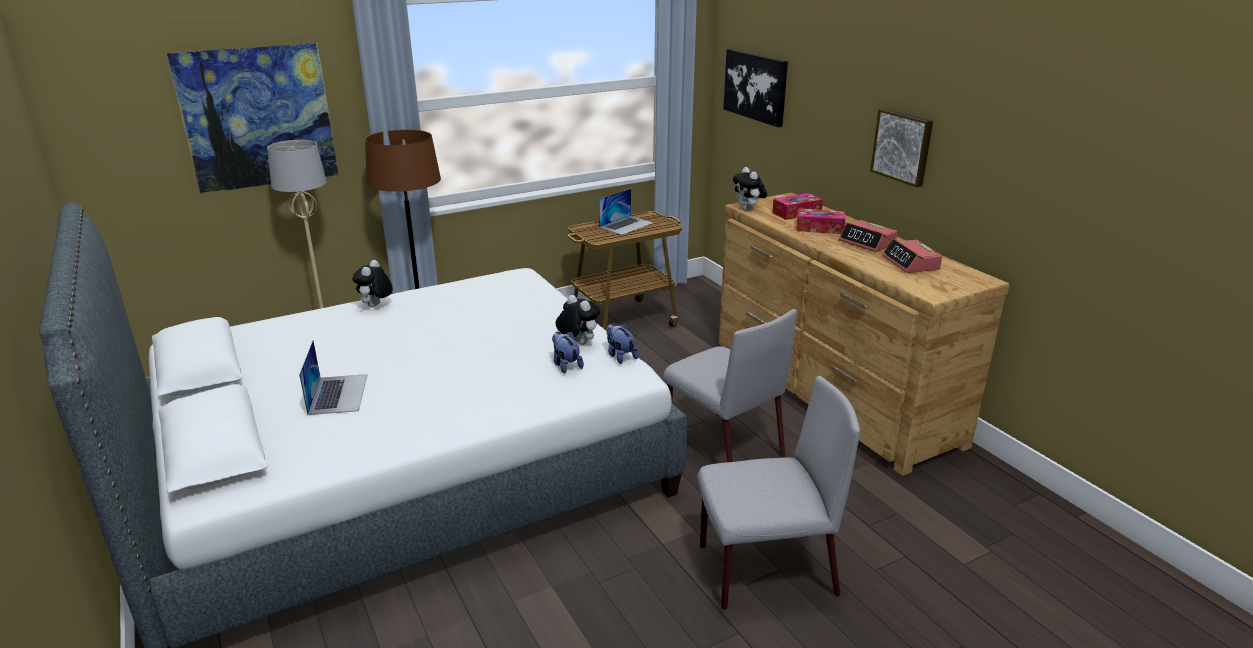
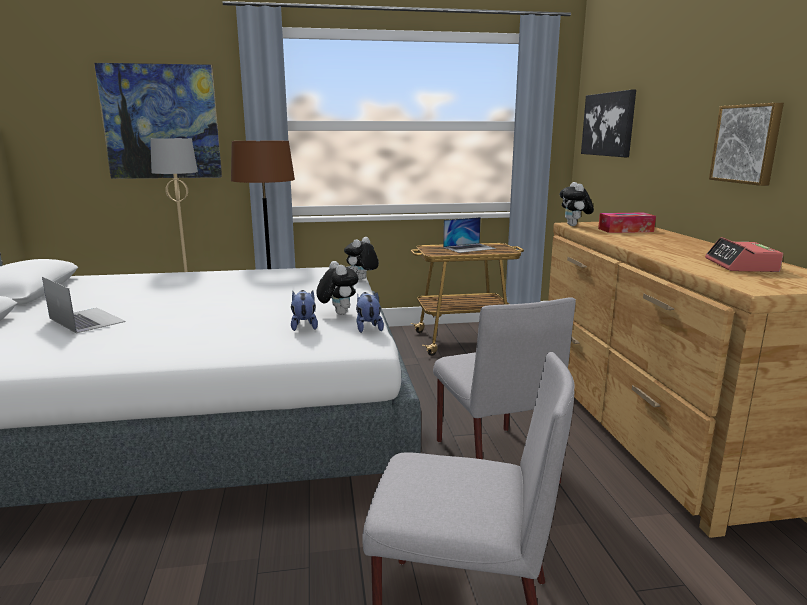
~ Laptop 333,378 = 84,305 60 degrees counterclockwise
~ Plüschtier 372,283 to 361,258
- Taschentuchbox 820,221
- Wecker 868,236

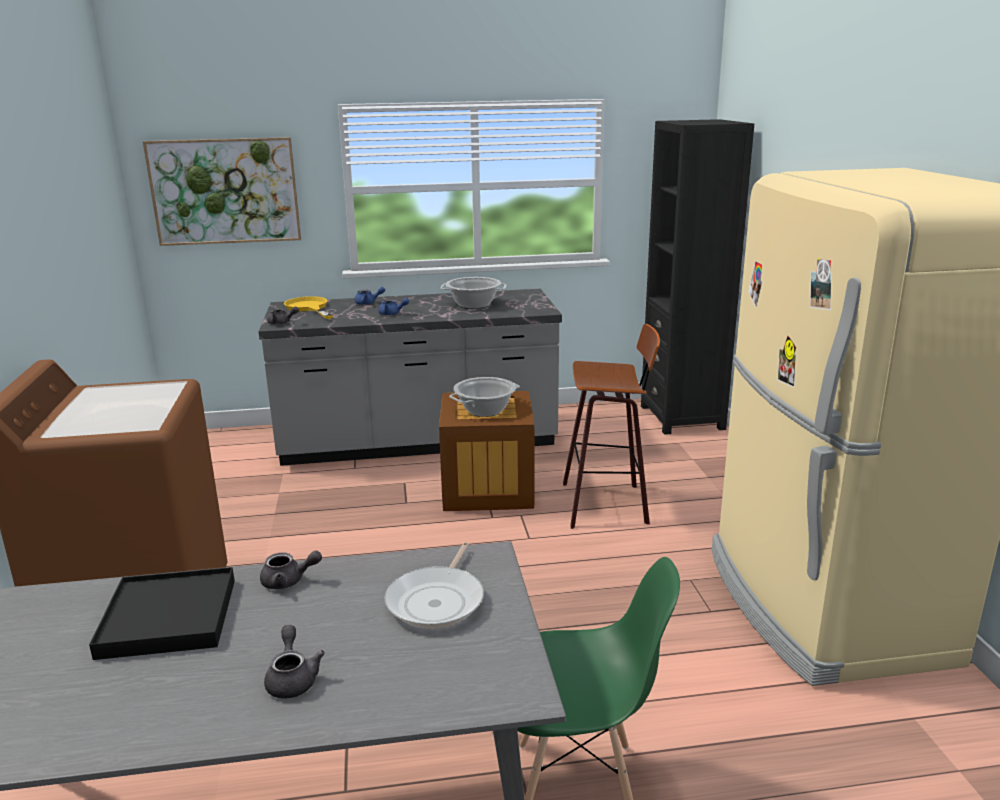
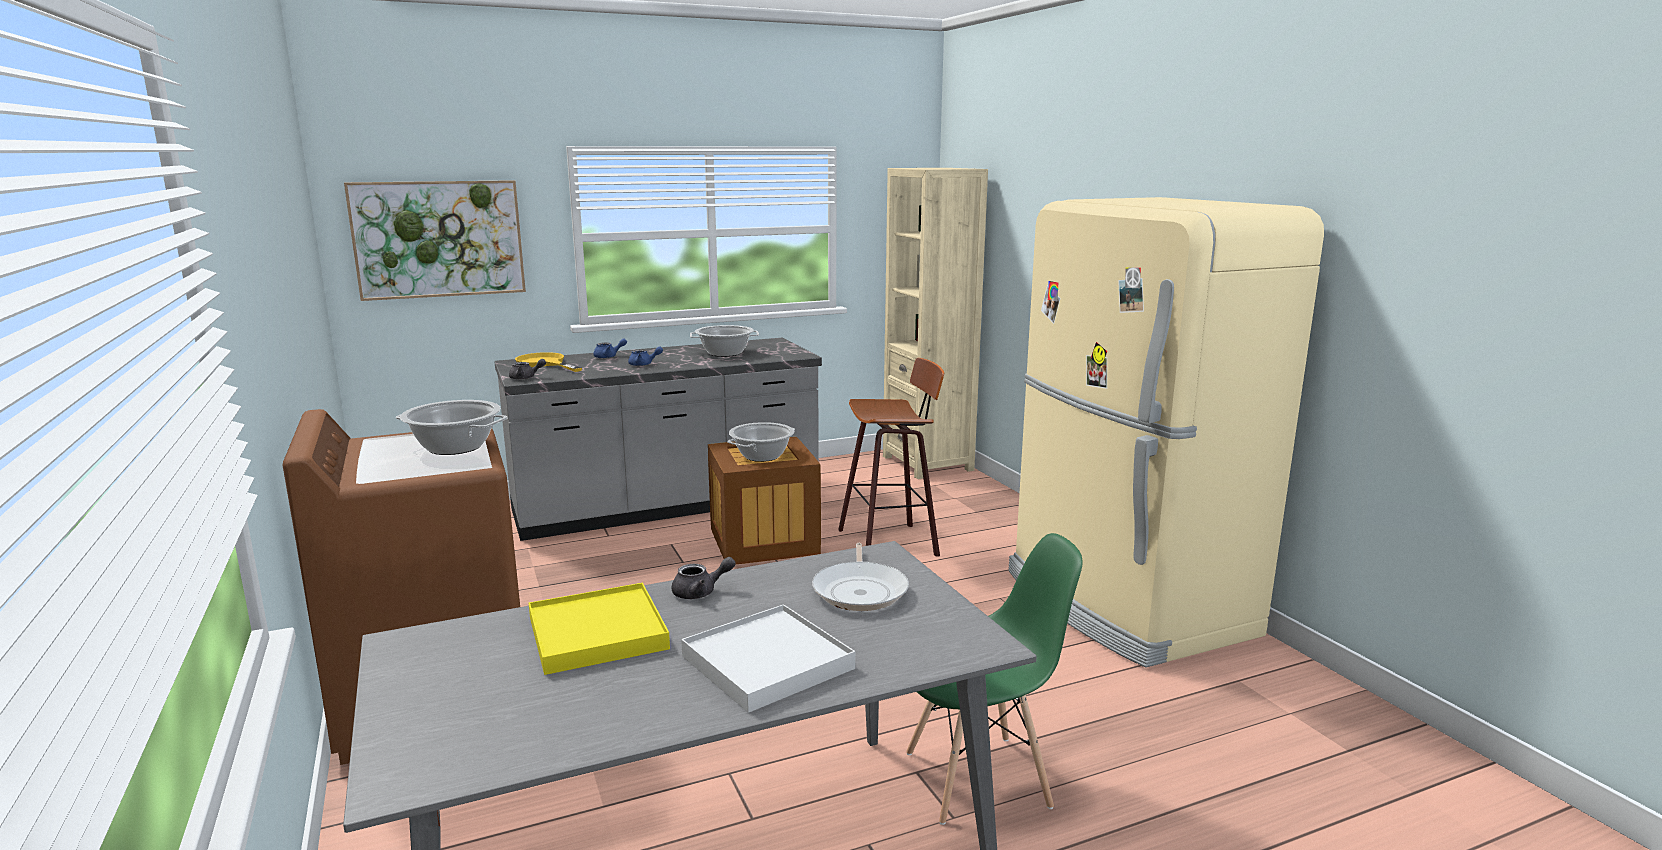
~ Tablett/schwarz 162,613 to Tablett/gelb 599,629
~ Teekanne/grau 294,662 to Tablett/weiß 768,658
~ Bücherregal/schwarz 697,277 to Bücherregal/beige 935,323
+ Kochtopf 452,427

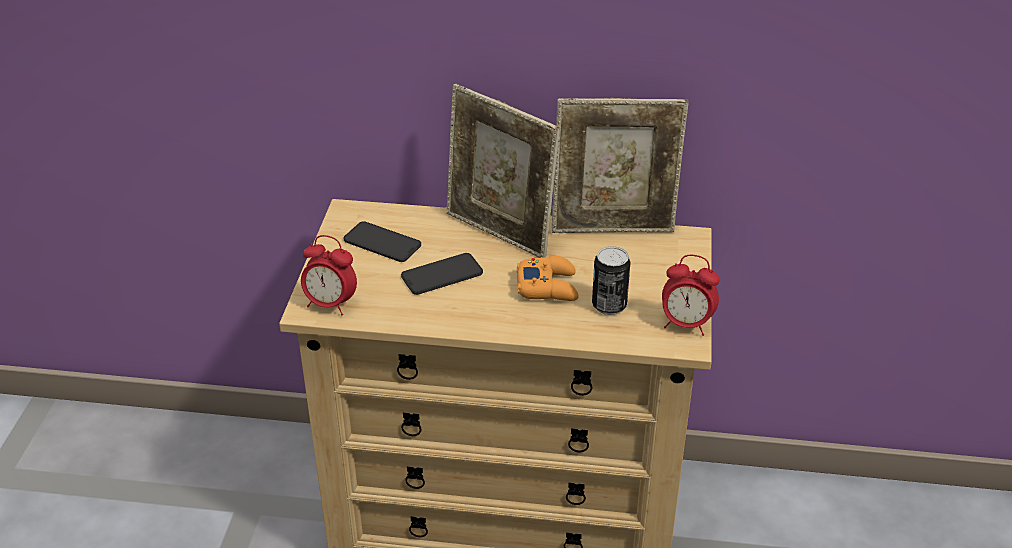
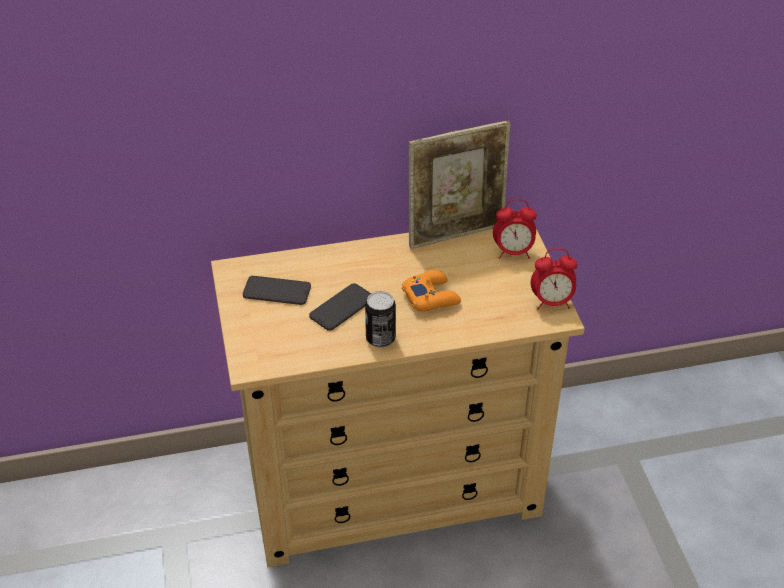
~ Wecker 329,275 to 515,229
- Bilderrahmen 503,171
~ Dose 611,280 to 380,319

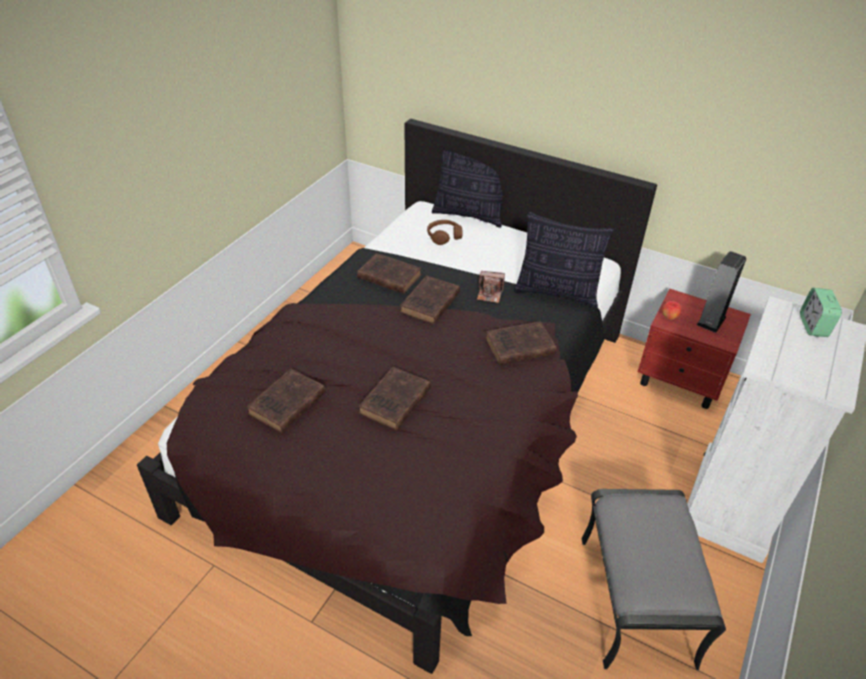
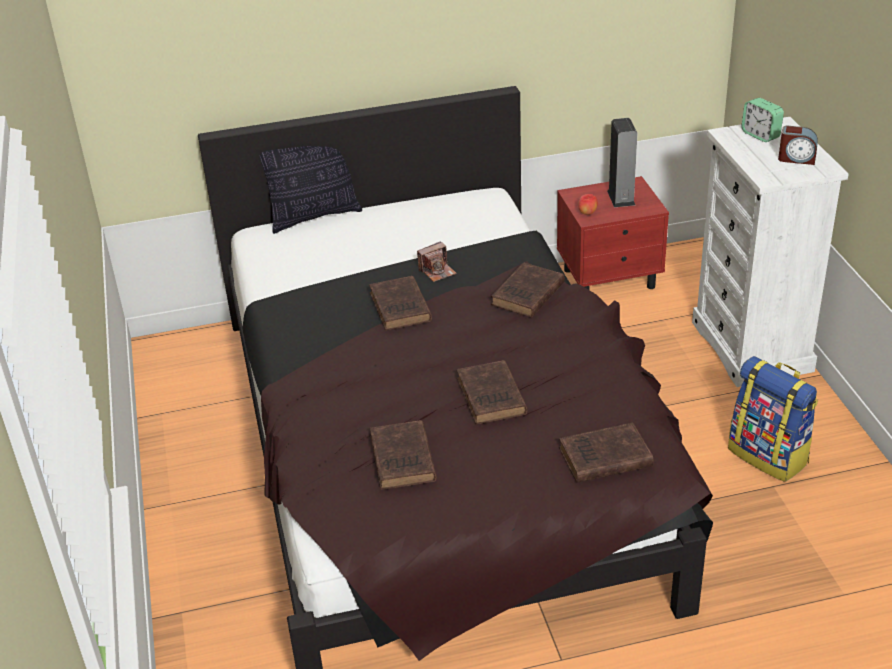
~ Buch/braun 389,273 to 606,453
- Kopfhörer/braun 444,232
- Kissen 564,260
~ Polsterhocker/grau 653,579 to Rucksack 773,419
+ Wecker 798,145

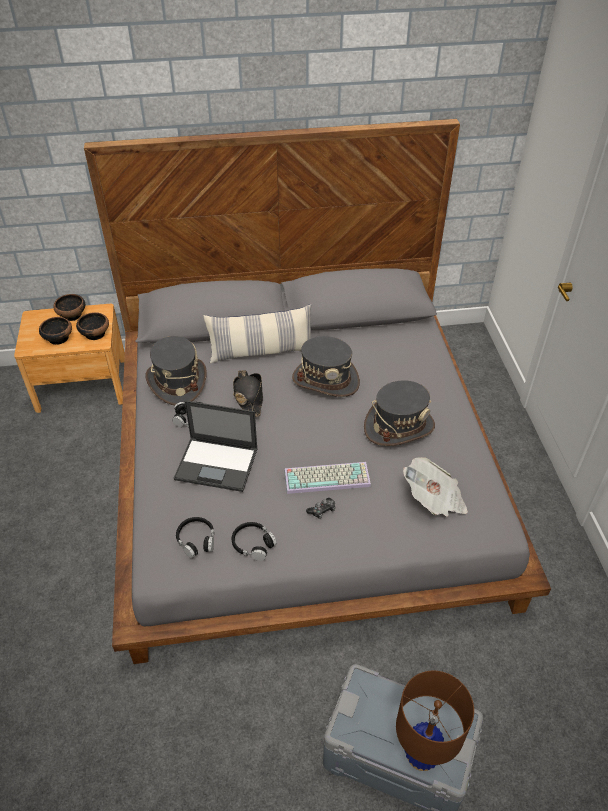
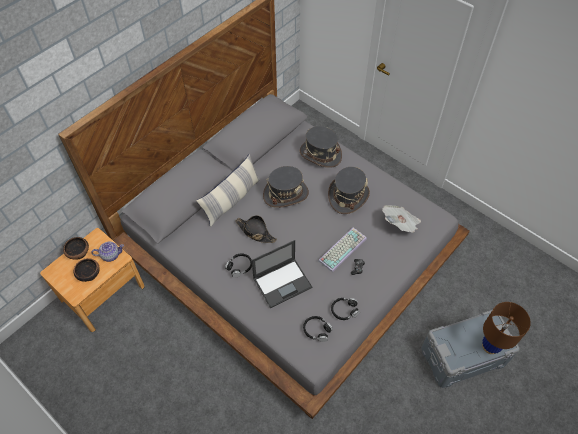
~ Schüssel 92,326 to Teekanne 108,252
~ Hut/grau 176,370 to 321,147

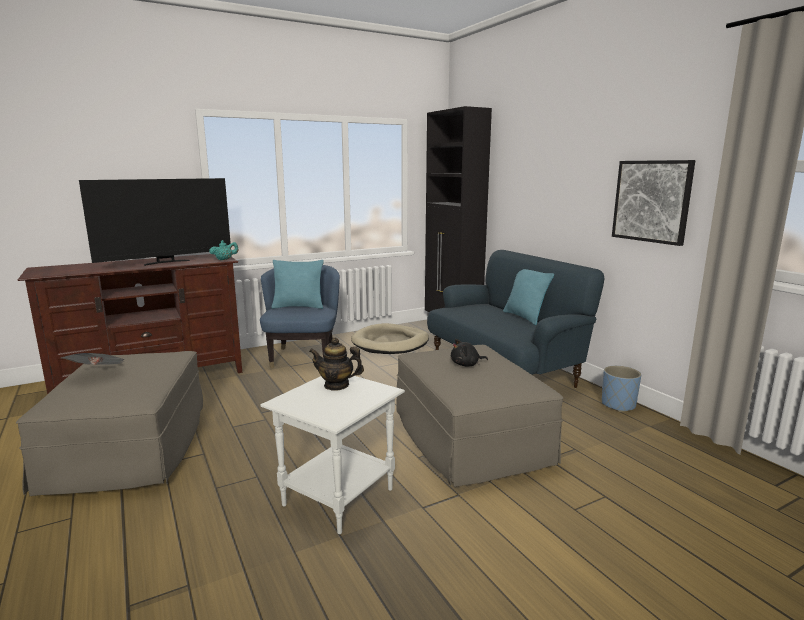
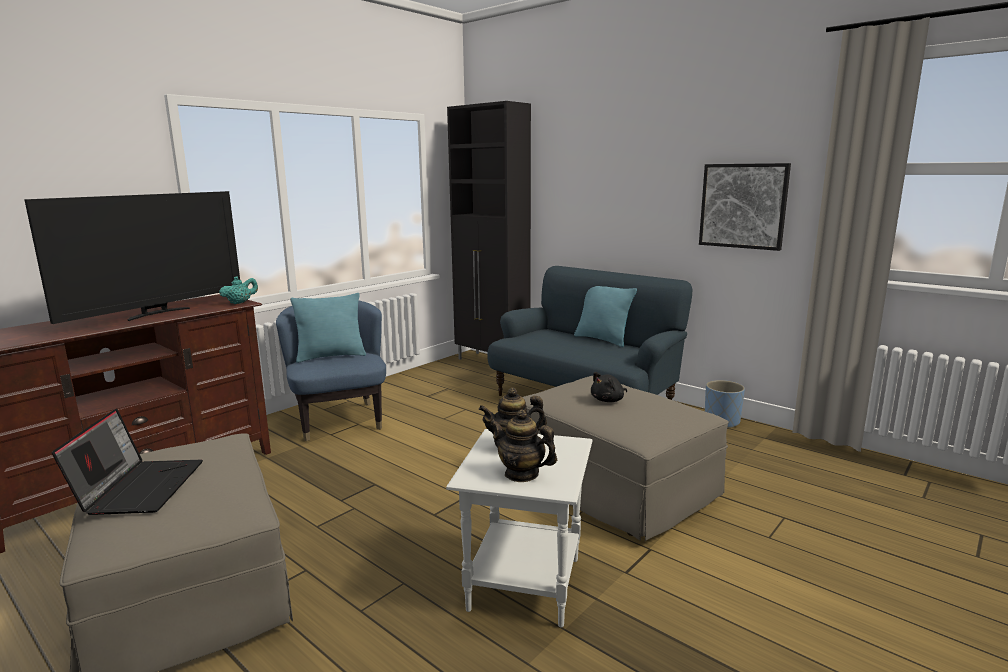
~ Zeitung 92,359 to Laptop 127,461
- Hundebett/beige 390,338
+ Teekanne 523,445

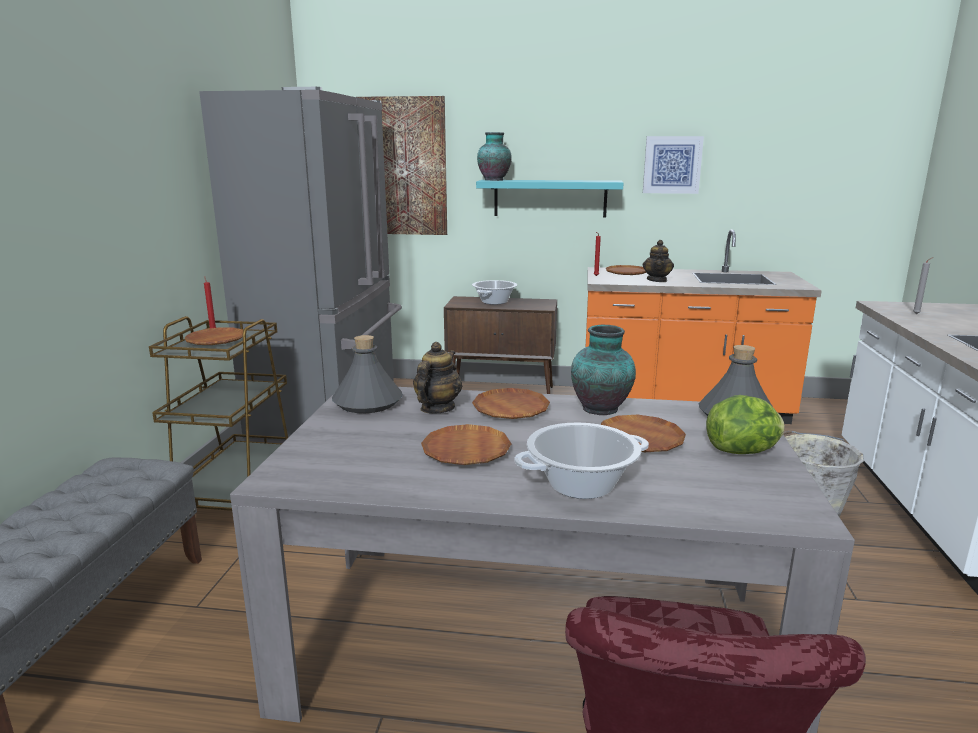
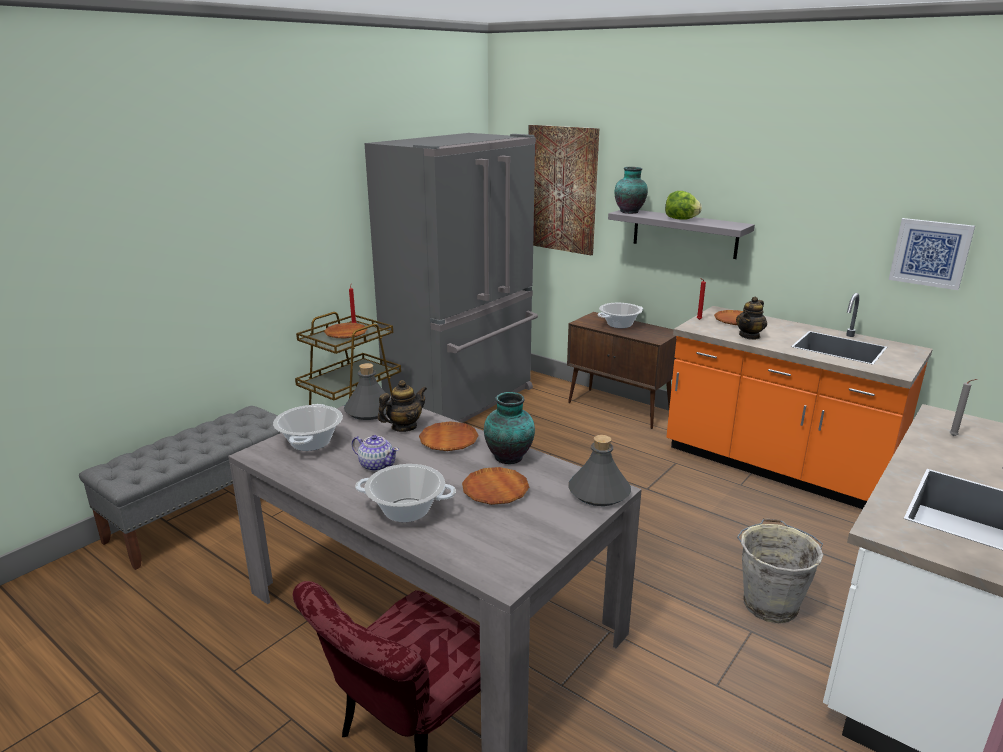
~ Teller/braun 466,444 to Teekanne 375,453
~ Wandregal/türkis 550,198 to Wandregal/grau 681,234
~ Bild 673,165 to 932,254
~ Salatkopf 745,424 to 683,205
+ Kochtopf 308,427

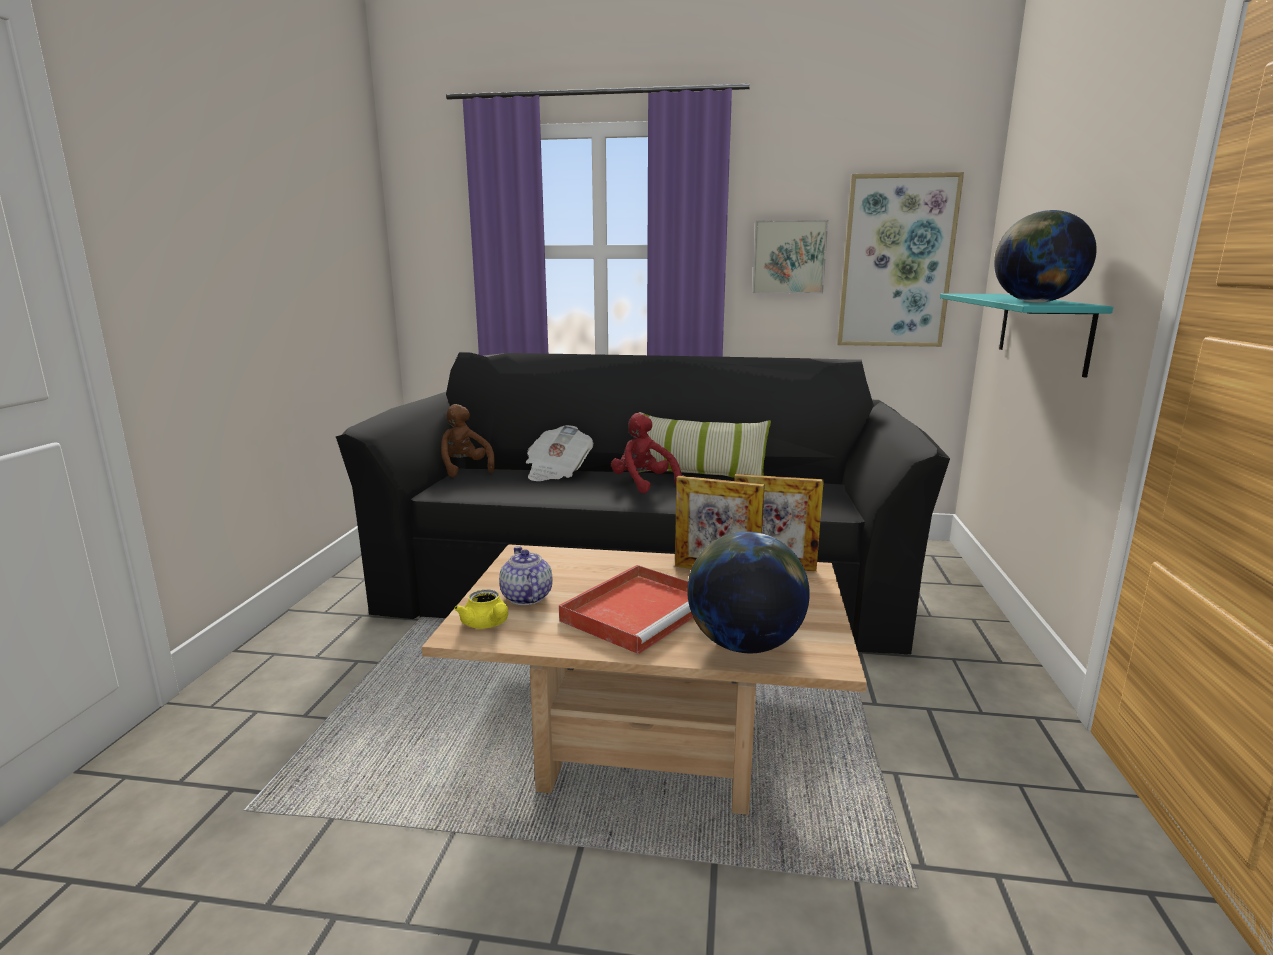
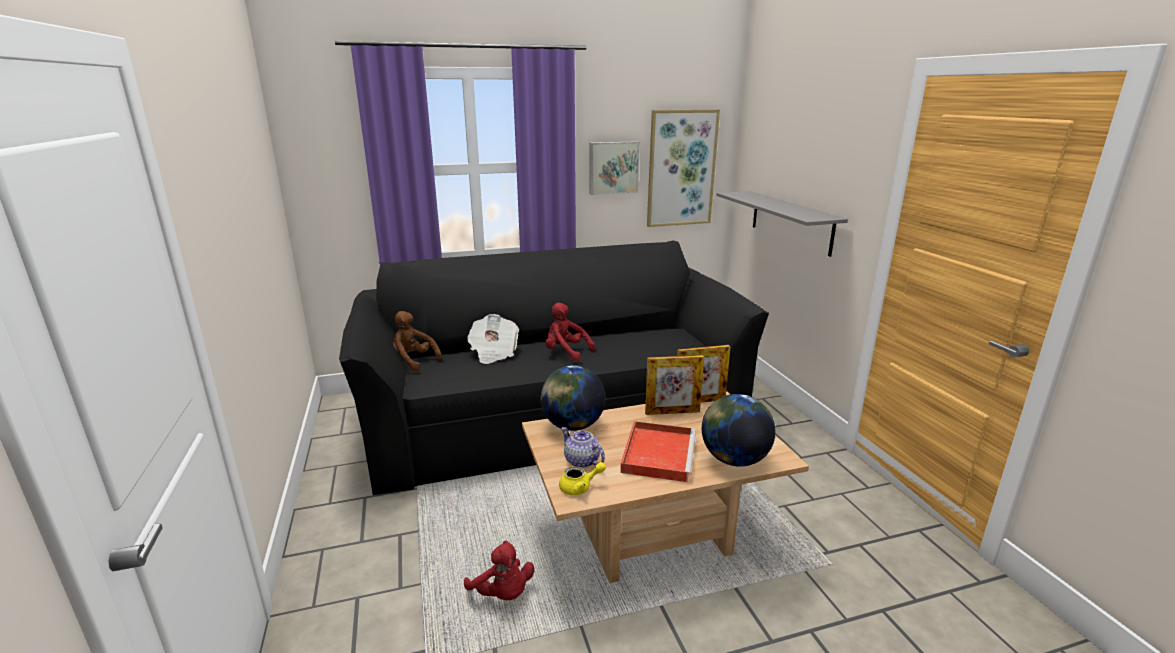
~ Teekanne/gelb 481,609 = 582,478 45 degrees counterclockwise
- Kissen 704,445
~ Wandregal/türkis 1026,336 to Wandregal/grau 782,224
~ Globus 1045,256 to 573,398
+ Plüschtier/rot 499,570

